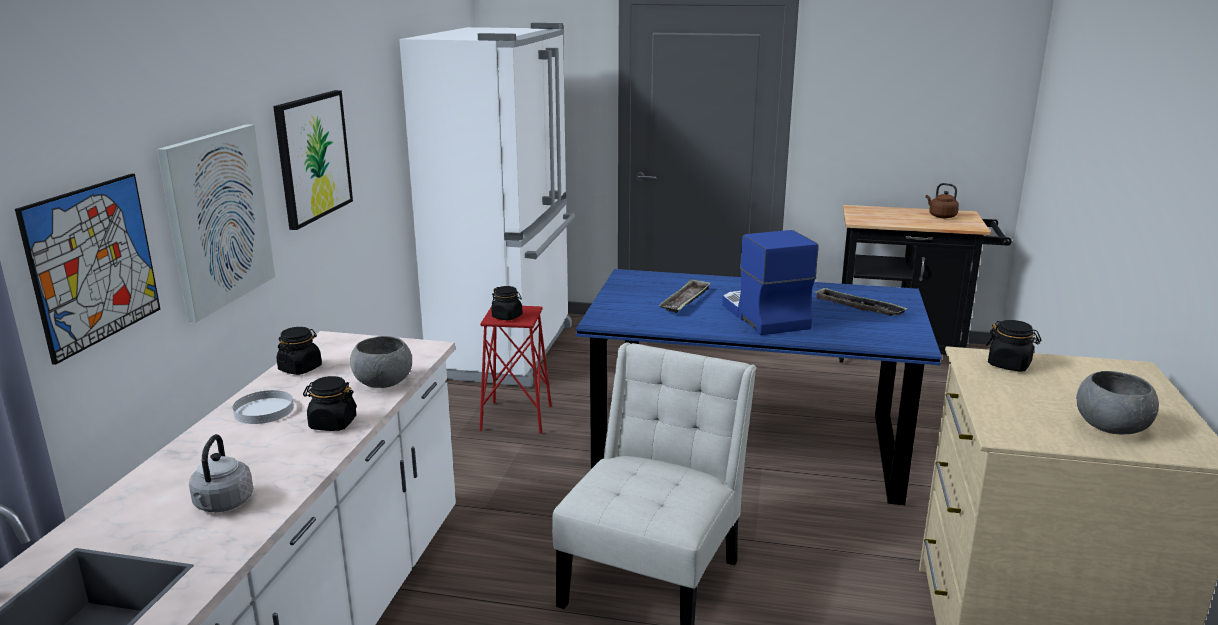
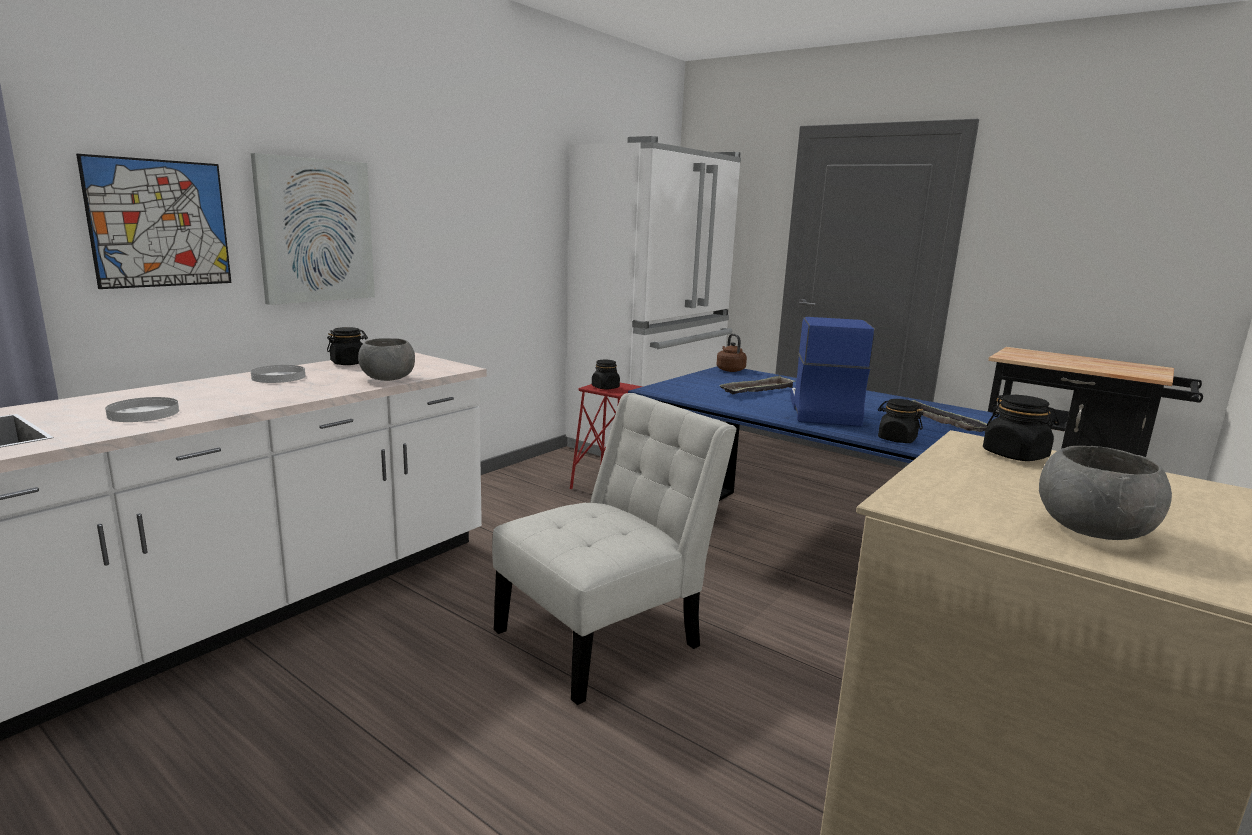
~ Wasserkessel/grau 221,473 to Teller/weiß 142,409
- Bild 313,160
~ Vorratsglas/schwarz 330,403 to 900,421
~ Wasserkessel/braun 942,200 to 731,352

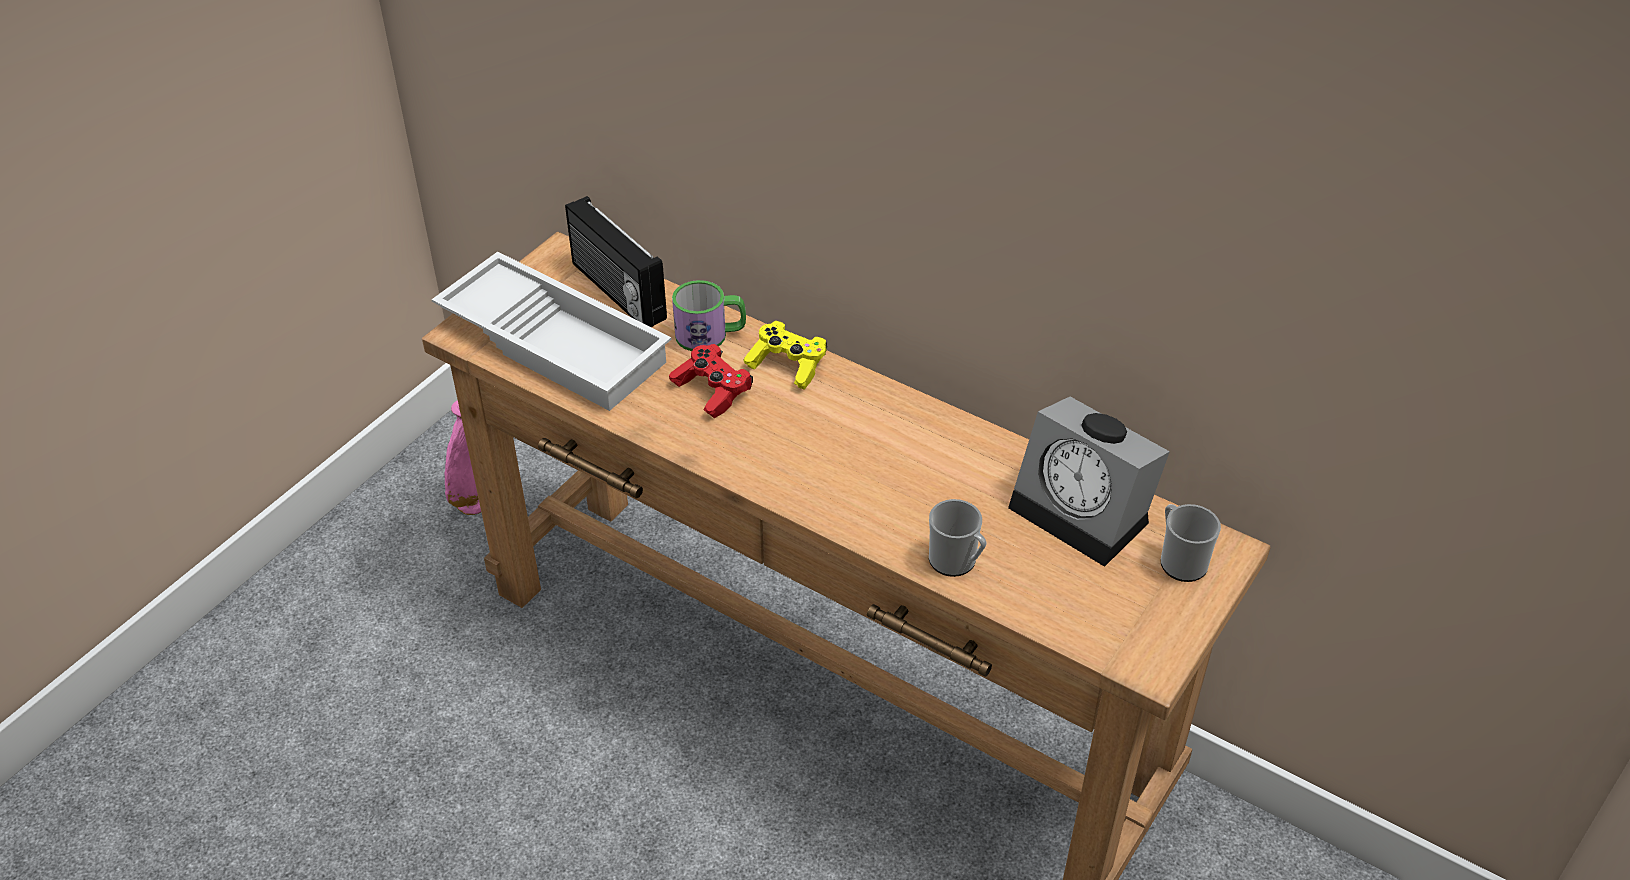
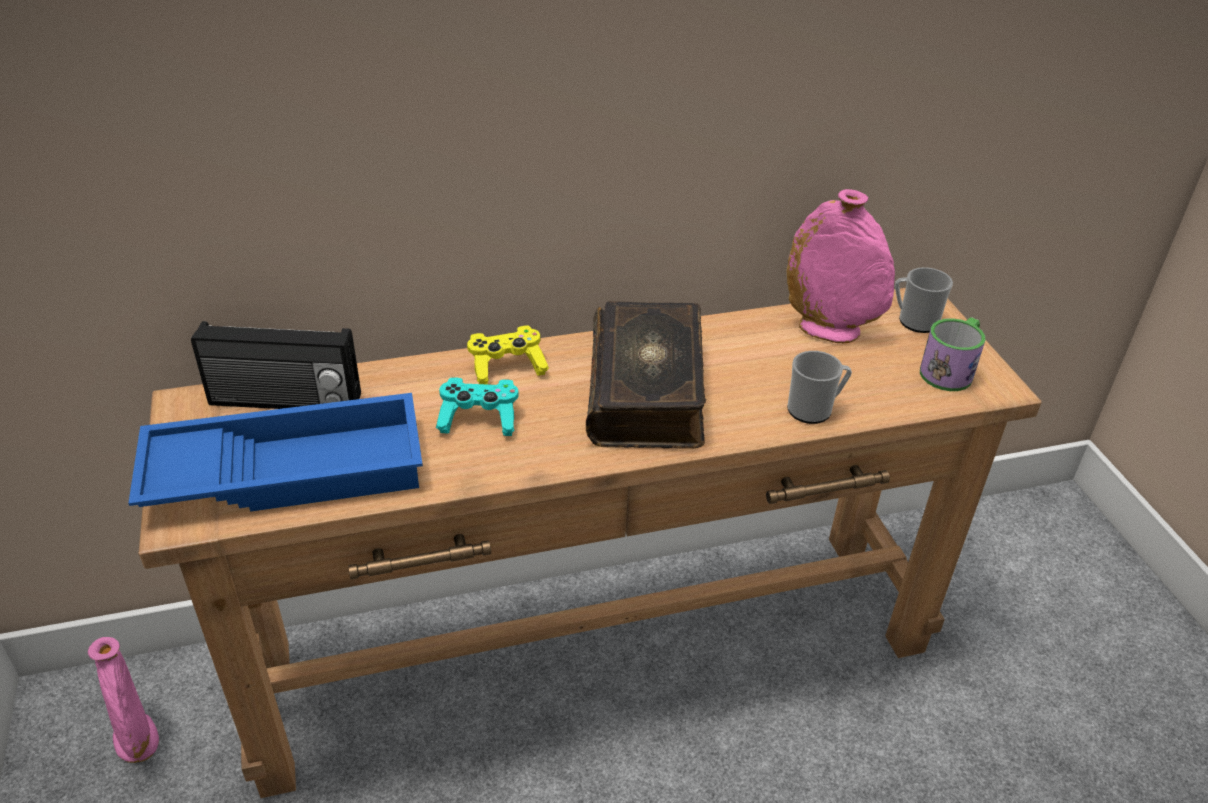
~ Tablett/weiß 551,331 to Tablett/blau 275,452
~ Gamepad/rot 711,381 to Gamepad/türkis 477,406
~ Henkelbecher 709,315 to 952,354
~ Wecker 1089,482 to Vase/rosa 841,266
+ Buch 646,375

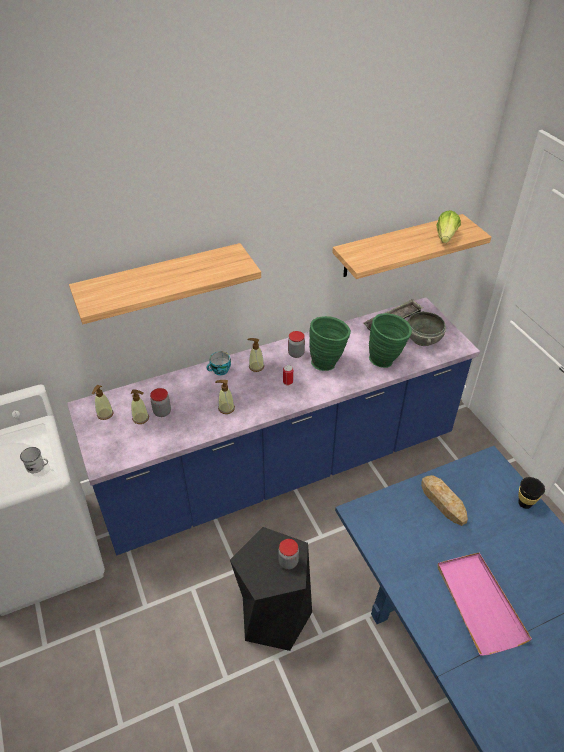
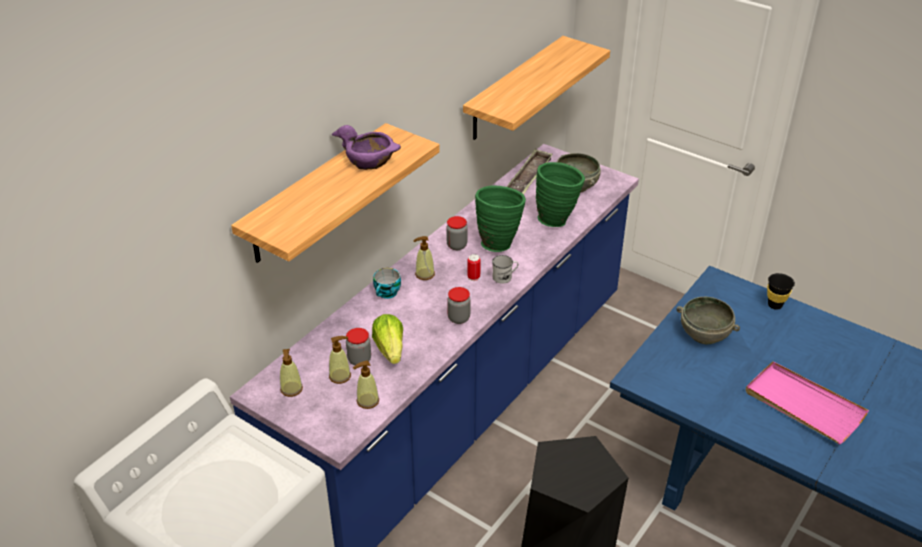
~ Henkelbecher/weiß 34,460 to 505,269
~ Seifenspender 225,397 to 366,384
~ Vorratsglas 288,554 to 459,305
~ Brot 444,500 to Schüssel/grau 708,320
~ Salatkopf 448,226 to 387,339
+ Schüssel/lila 366,147

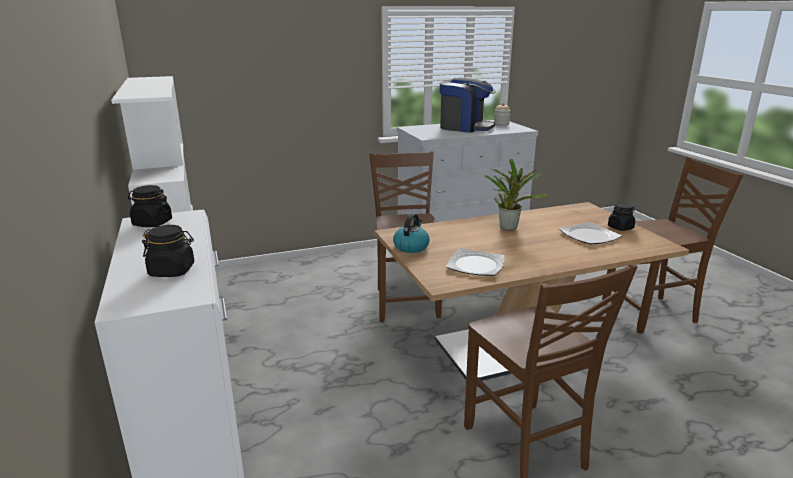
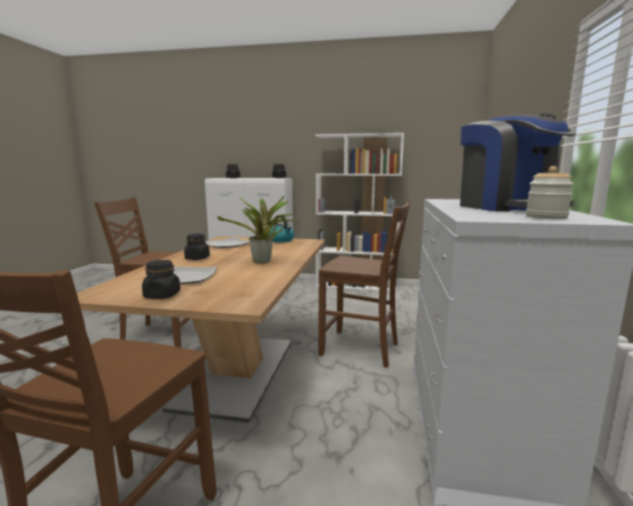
~ Kaffeemaschine 468,105 = 518,163 75 degrees counterclockwise
+ Vorratsglas/schwarz 197,247

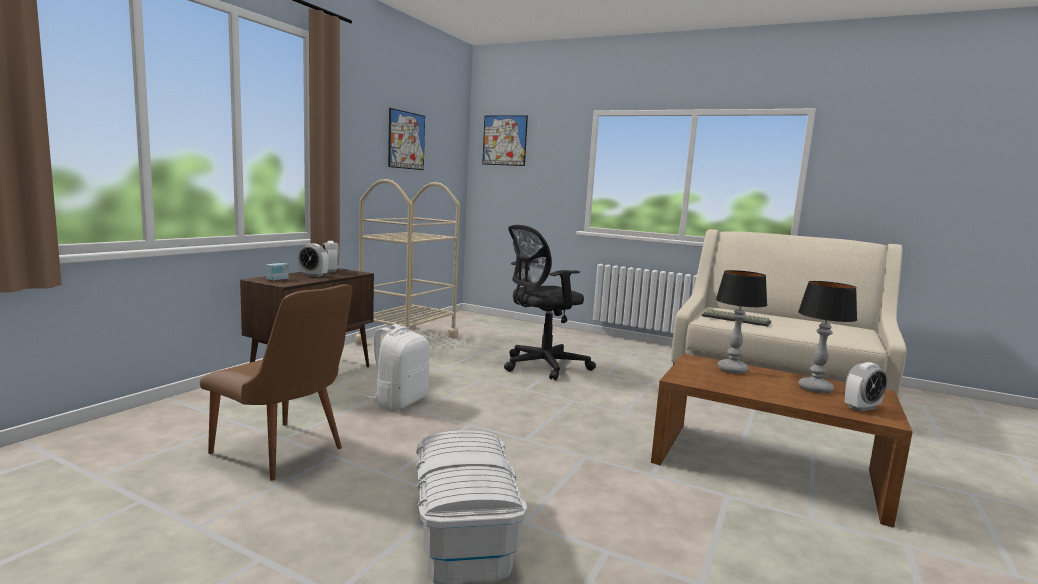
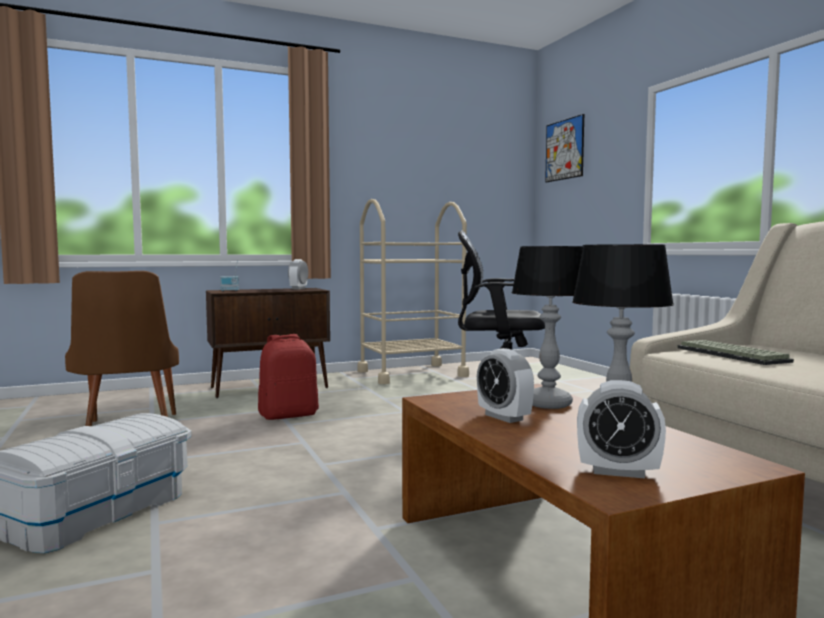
~ Wecker 313,260 to 505,385
~ Rucksack/weiß 398,367 to Rucksack/rot 288,377
- Bild 406,139

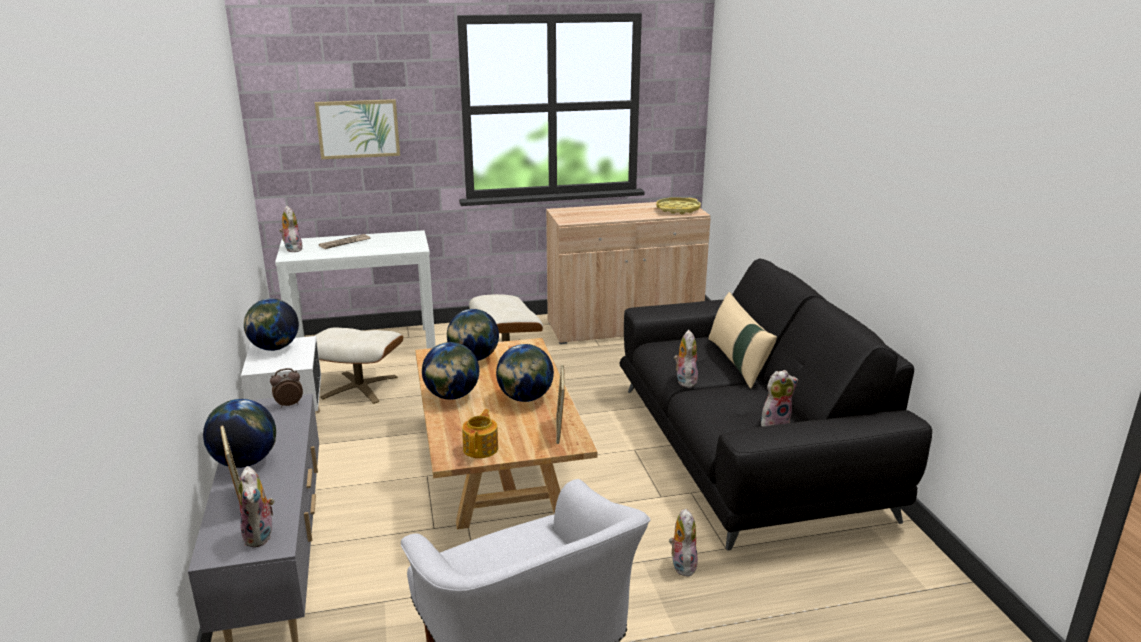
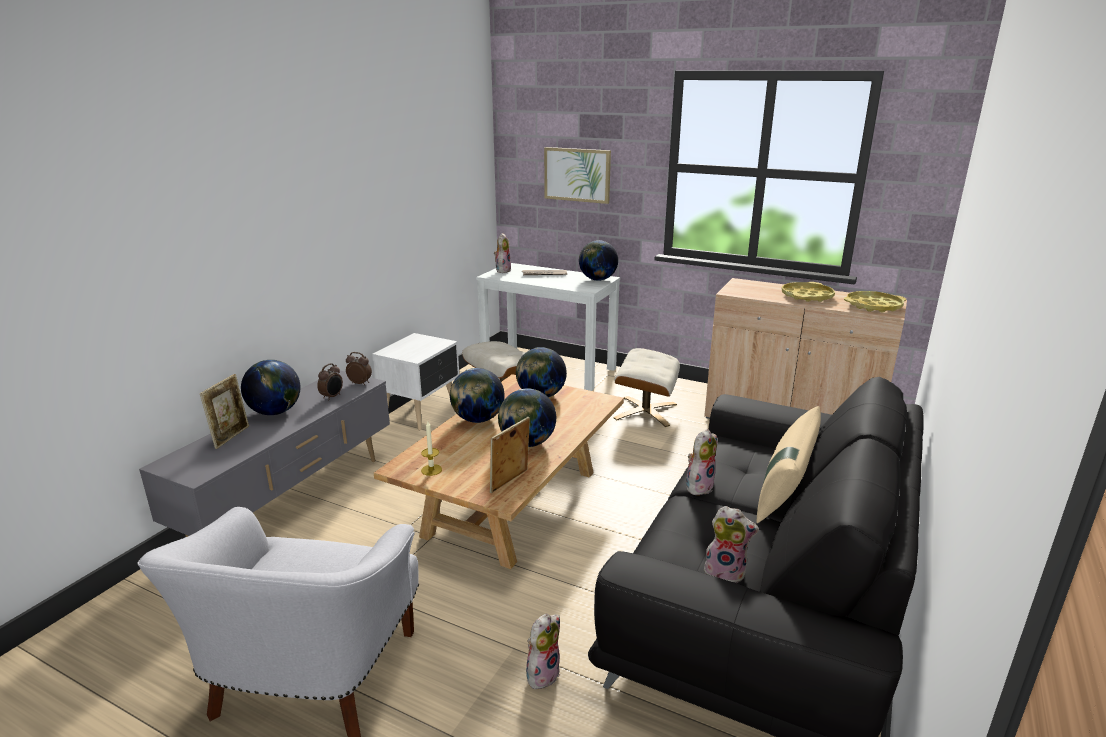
- Plüschtier 257,506
~ Globus 271,324 to 598,260
~ Teekanne 480,433 to Kerze 431,448
+ Wecker 330,382
+ Tablett/gelb 808,292

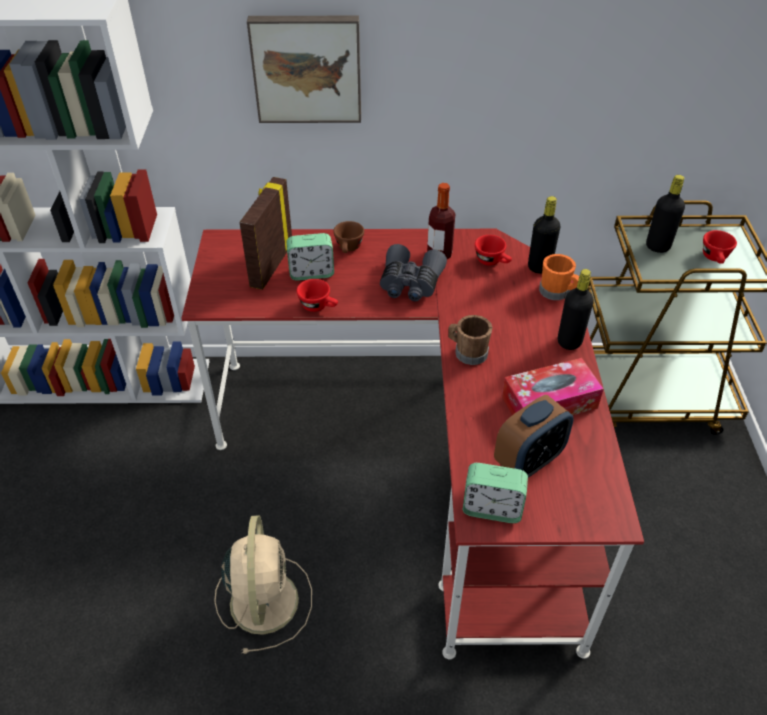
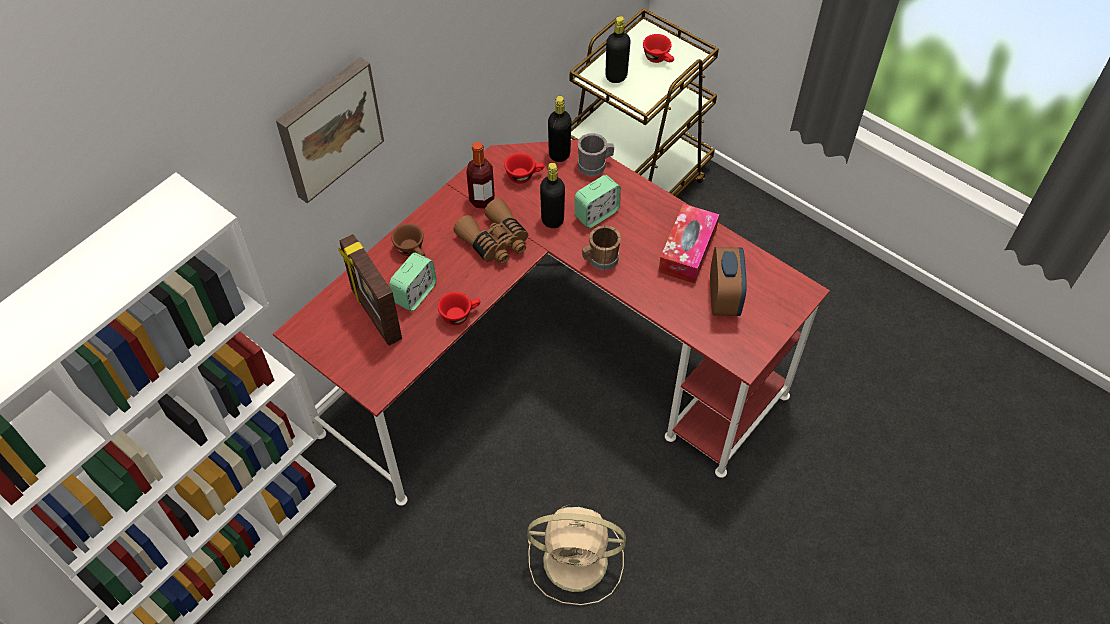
~ Ventilator/beige 263,584 = 576,554 150 degrees clockwise
~ Fernglas/grau 413,273 to Fernglas/braun 490,231
~ Wecker 495,493 to 598,201
~ Henkelbecher/orange 559,277 to Henkelbecher/grau 596,154
~ Flasche/schwarz 576,309 to 552,195

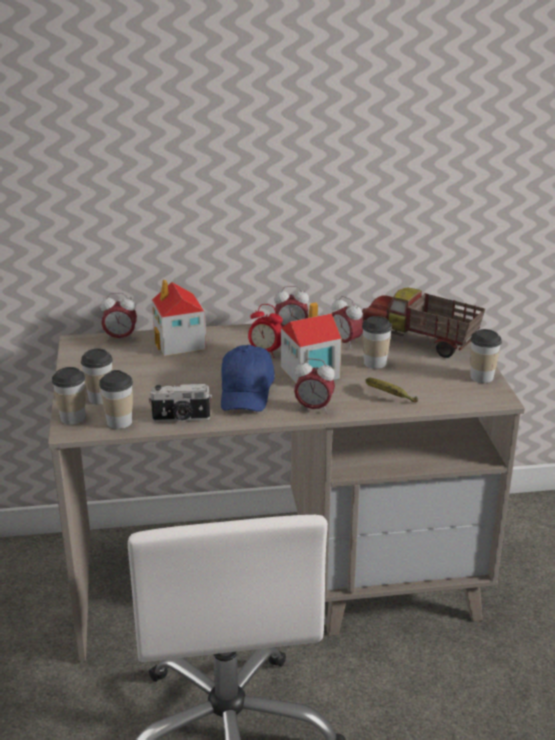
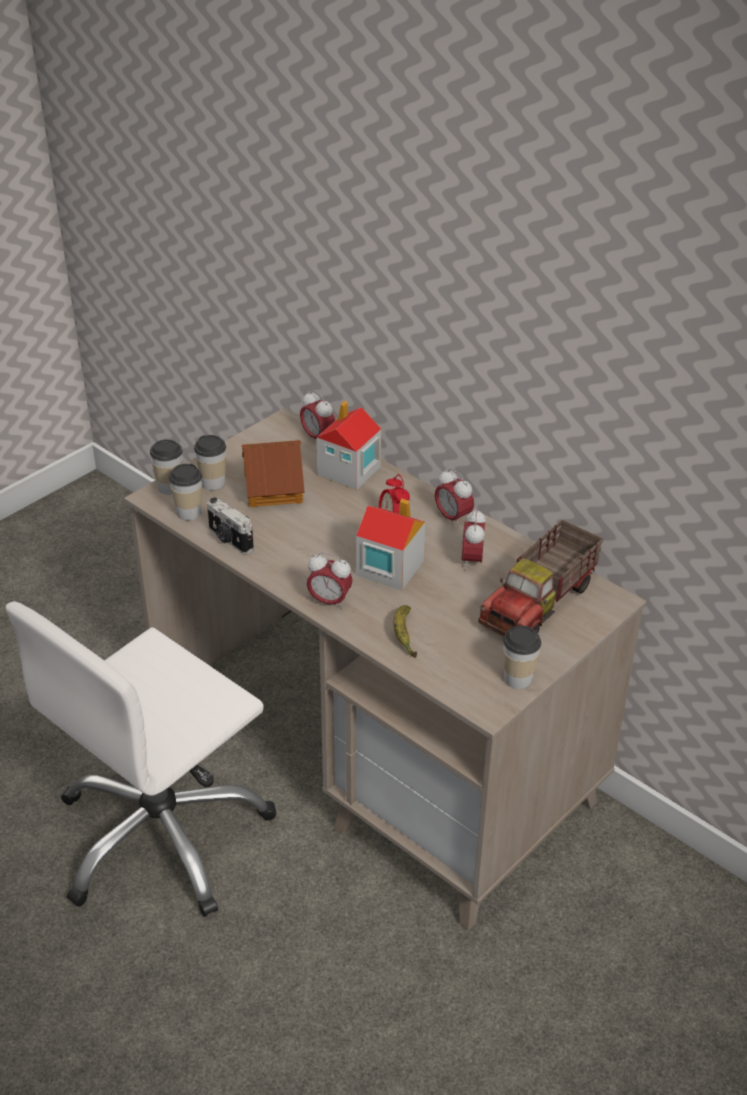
- Kappe/blau 248,378
~ Wecker 314,386 = 330,581 45 degrees counterclockwise
~ Spielzeuglaster 423,322 = 540,578 135 degrees counterclockwise
- Tasse 377,342
+ Spielzeughaus 273,473

